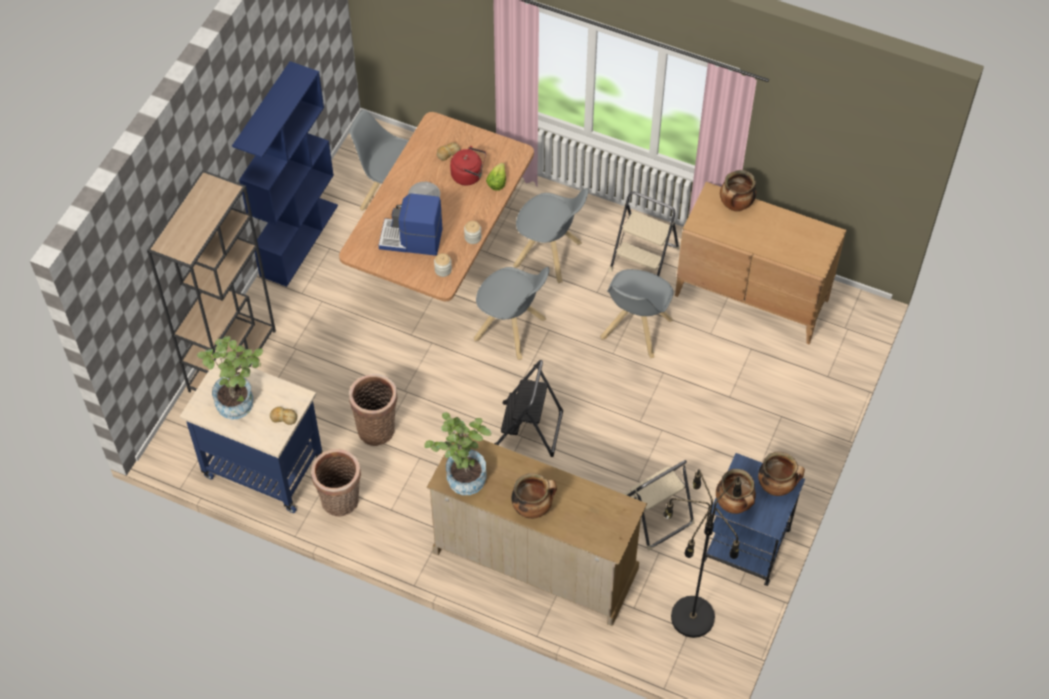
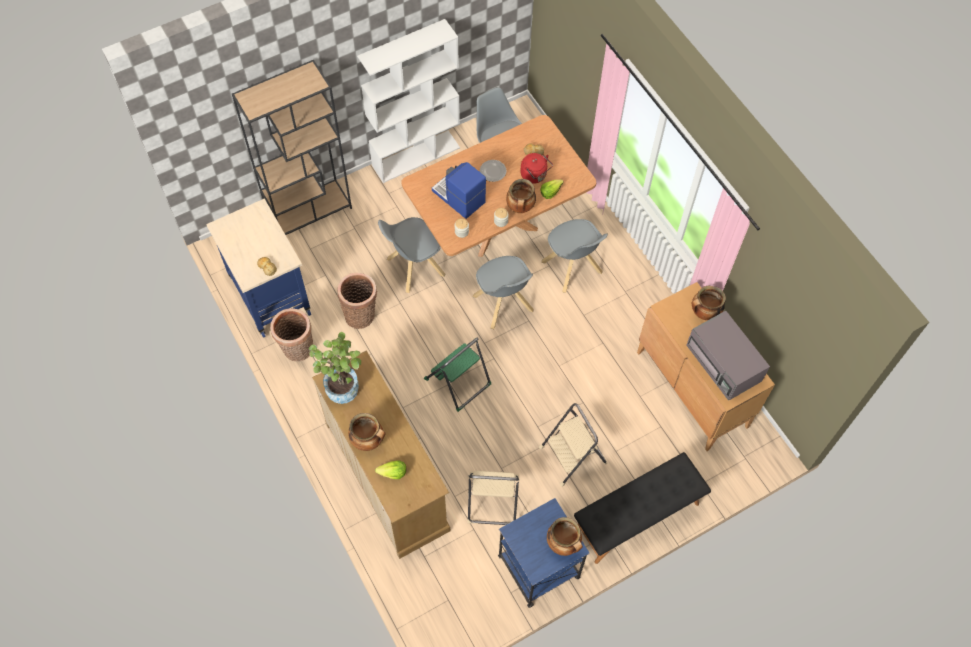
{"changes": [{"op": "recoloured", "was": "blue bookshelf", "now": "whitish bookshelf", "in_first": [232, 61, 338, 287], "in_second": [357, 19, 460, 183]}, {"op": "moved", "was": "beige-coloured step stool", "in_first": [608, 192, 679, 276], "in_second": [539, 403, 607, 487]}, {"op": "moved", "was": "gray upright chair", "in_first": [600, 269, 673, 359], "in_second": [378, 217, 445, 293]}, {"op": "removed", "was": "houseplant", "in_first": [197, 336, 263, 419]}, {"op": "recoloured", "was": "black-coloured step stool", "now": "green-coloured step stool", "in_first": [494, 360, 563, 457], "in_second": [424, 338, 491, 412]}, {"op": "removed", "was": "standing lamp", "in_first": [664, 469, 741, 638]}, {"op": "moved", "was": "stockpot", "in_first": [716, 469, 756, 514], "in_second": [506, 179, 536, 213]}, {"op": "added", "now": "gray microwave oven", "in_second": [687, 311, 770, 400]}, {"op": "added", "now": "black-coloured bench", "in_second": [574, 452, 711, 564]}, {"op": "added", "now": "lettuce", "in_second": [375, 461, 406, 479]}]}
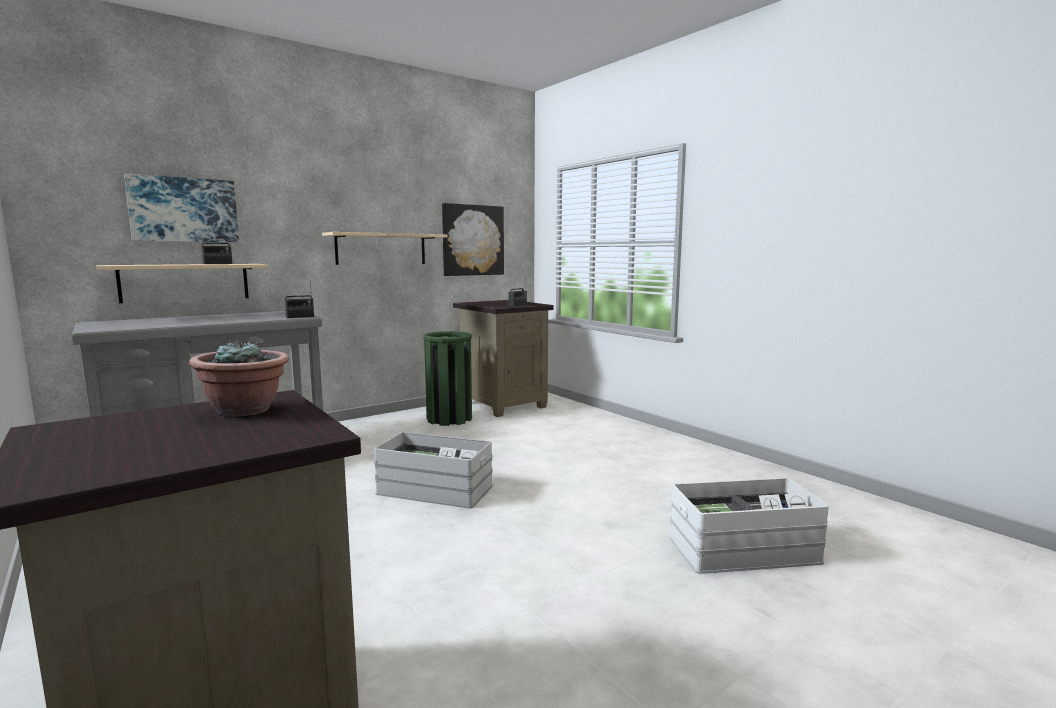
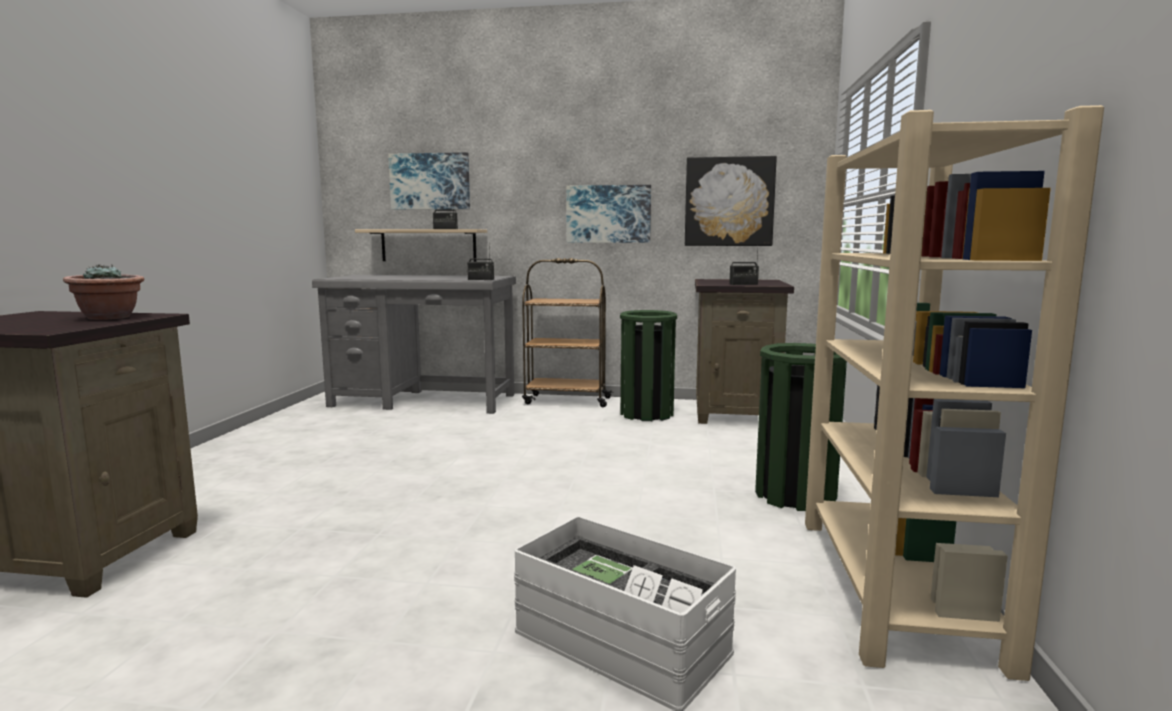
{"changes": [{"op": "replaced", "was": "beige-coloured wall shelf", "now": "wall picture", "in_first": [322, 232, 448, 265], "in_second": [566, 185, 651, 243]}, {"op": "removed", "was": "gray storage bin", "in_first": [374, 432, 493, 508]}, {"op": "added", "now": "beige-coloured bookshelf", "in_second": [805, 105, 1104, 681]}, {"op": "added", "now": "brownish cart", "in_second": [522, 258, 614, 407]}, {"op": "added", "now": "green-coloured trash can", "in_second": [755, 343, 847, 511]}]}
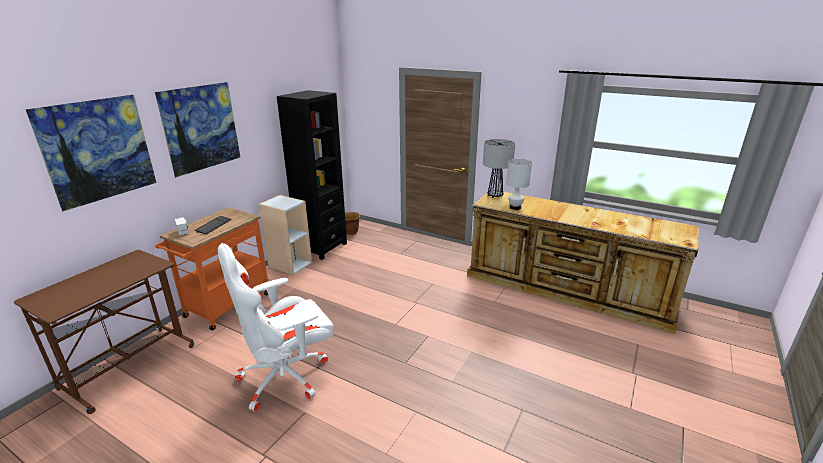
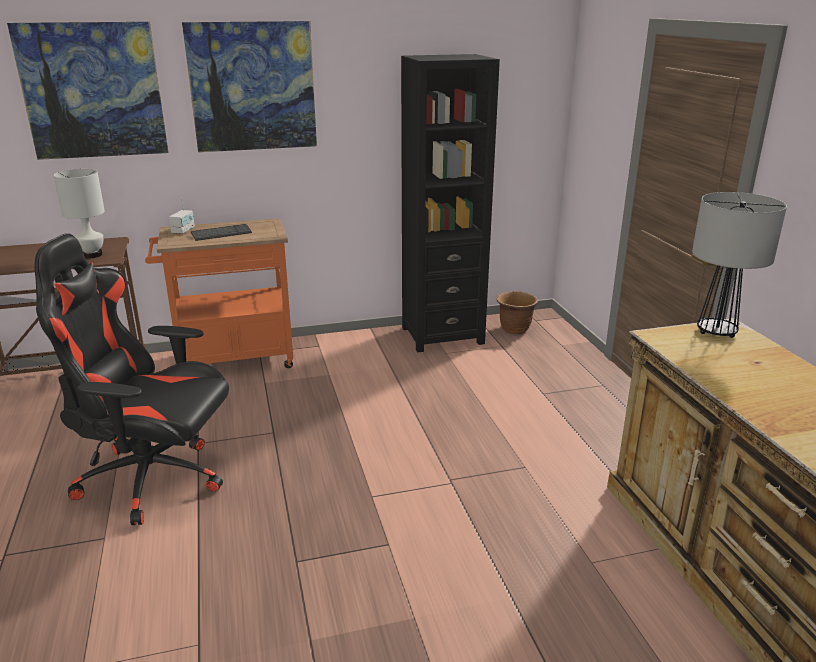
{"changes": [{"op": "moved", "was": "whitish table lamp", "in_first": [506, 159, 532, 210], "in_second": [53, 169, 105, 259]}, {"op": "removed", "was": "bookshelf", "in_first": [259, 195, 312, 275]}, {"op": "recoloured", "was": "whitish computer chair", "now": "black-coloured computer chair", "in_first": [218, 243, 334, 411], "in_second": [34, 233, 229, 525]}]}
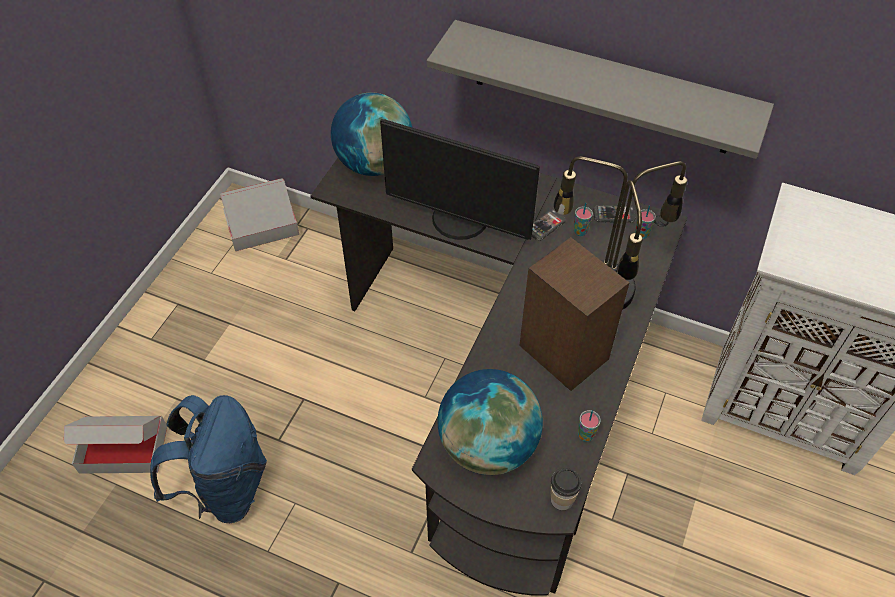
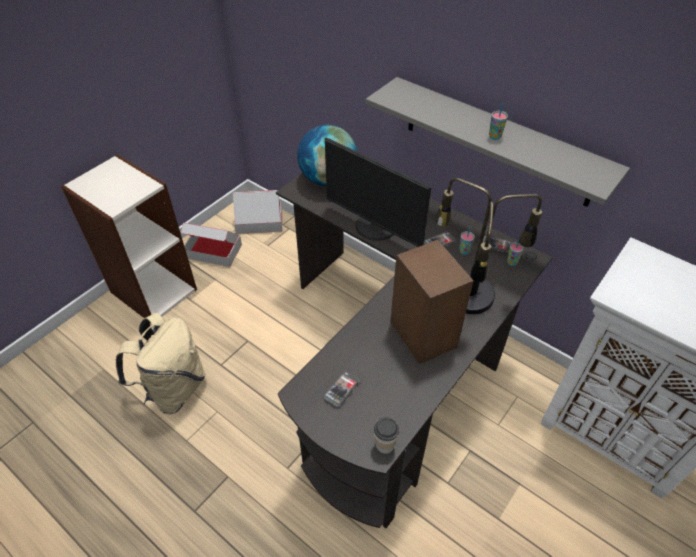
{"changes": [{"op": "replaced", "was": "globe", "now": "telephone", "in_first": [438, 369, 543, 475], "in_second": [323, 372, 359, 408]}, {"op": "recoloured", "was": "blue rucksack", "now": "beige-coloured rucksack", "in_first": [150, 395, 267, 523], "in_second": [116, 313, 206, 414]}, {"op": "moved", "was": "drinking cup", "in_first": [578, 410, 601, 442], "in_second": [489, 103, 508, 140]}, {"op": "moved", "was": "carton", "in_first": [64, 416, 167, 474], "in_second": [181, 223, 242, 267]}, {"op": "added", "now": "bookshelf", "in_second": [61, 155, 197, 318]}]}
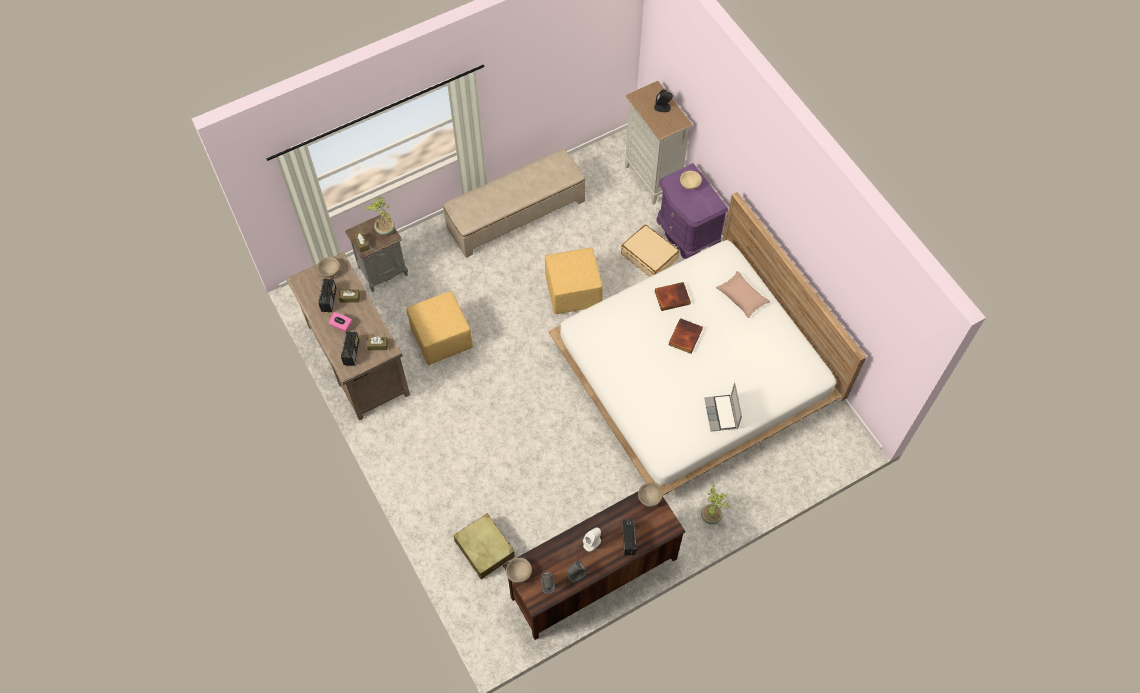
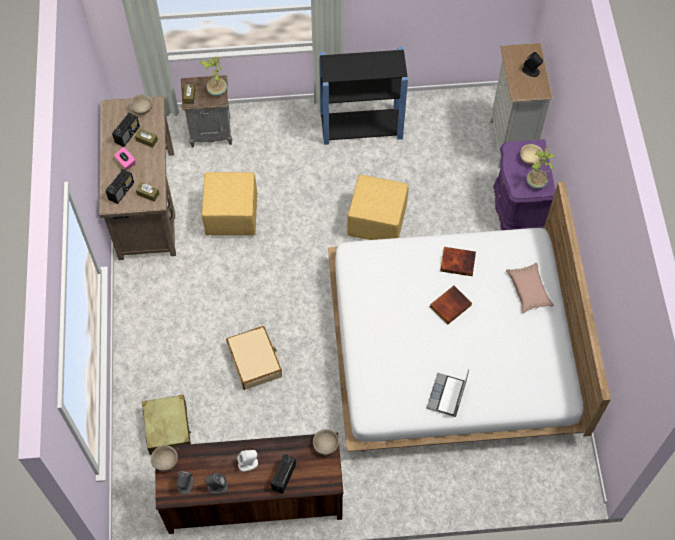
{"changes": [{"op": "replaced", "was": "beige-coloured bench", "now": "black-coloured bookshelf", "in_first": [443, 149, 586, 257], "in_second": [319, 47, 408, 145]}, {"op": "moved", "was": "beige-coloured travel case", "in_first": [621, 225, 680, 277], "in_second": [226, 326, 282, 390]}, {"op": "moved", "was": "houseplant", "in_first": [701, 485, 730, 525], "in_second": [526, 146, 555, 189]}]}
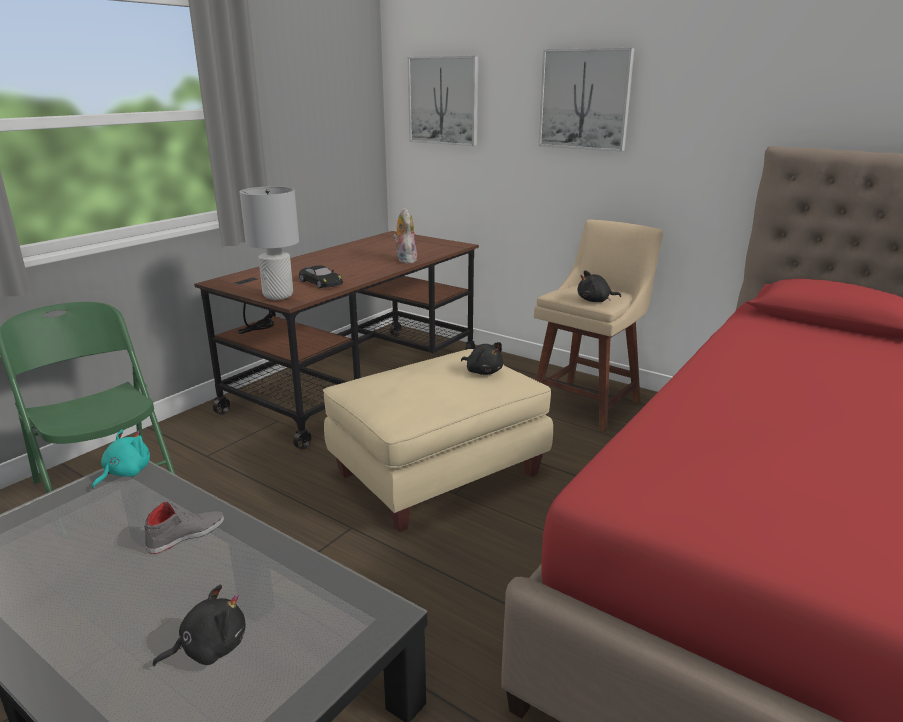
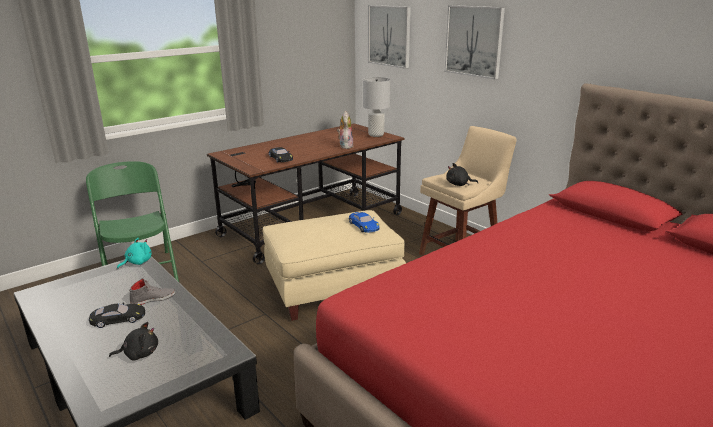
{"changes": [{"op": "moved", "was": "gray table lamp", "in_first": [239, 186, 299, 300], "in_second": [363, 77, 391, 137]}, {"op": "replaced", "was": "black-coloured soft toy", "now": "blue miniature car", "in_first": [461, 342, 503, 375], "in_second": [349, 212, 379, 233]}, {"op": "added", "now": "black-coloured miniature car", "in_second": [89, 303, 145, 328]}]}
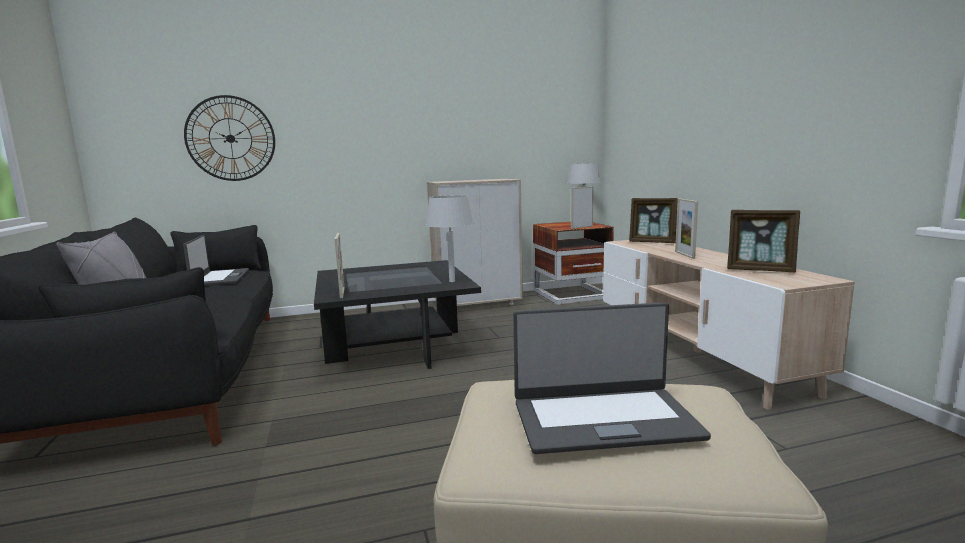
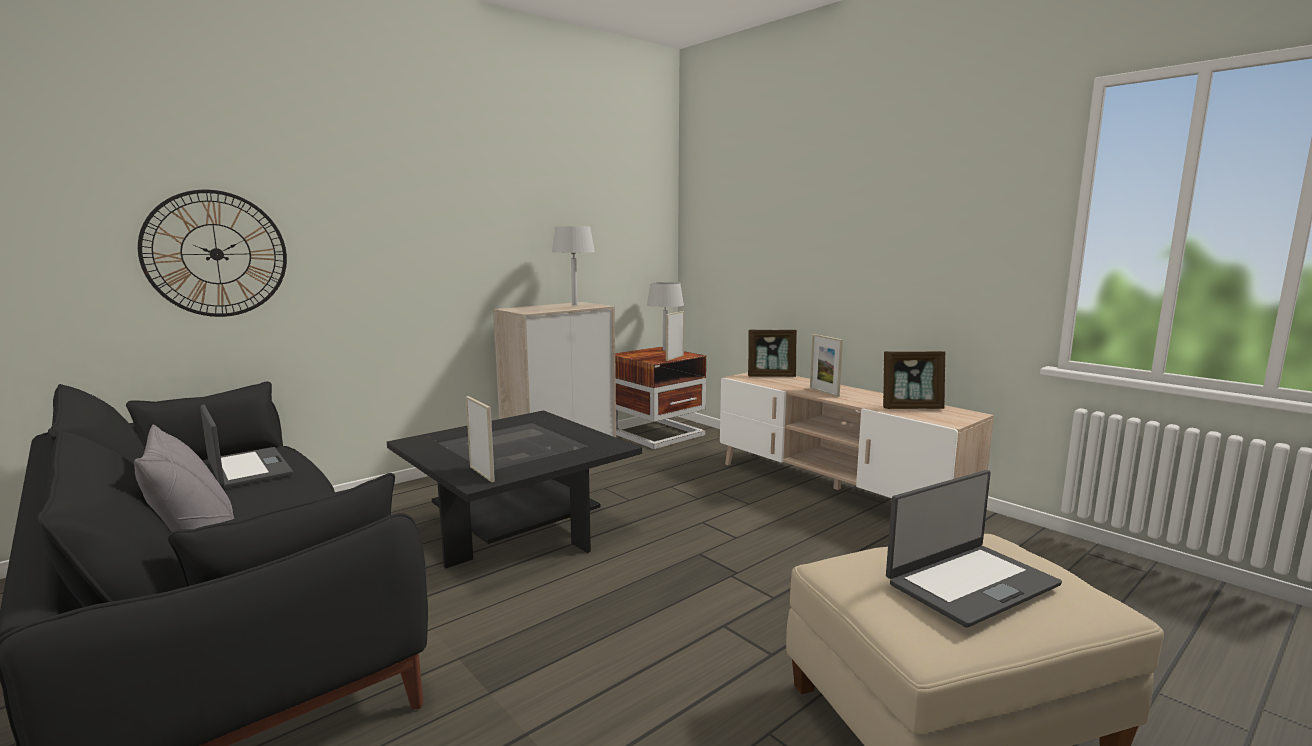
{"changes": [{"op": "moved", "was": "gray table lamp", "in_first": [426, 195, 473, 282], "in_second": [552, 226, 595, 305]}]}
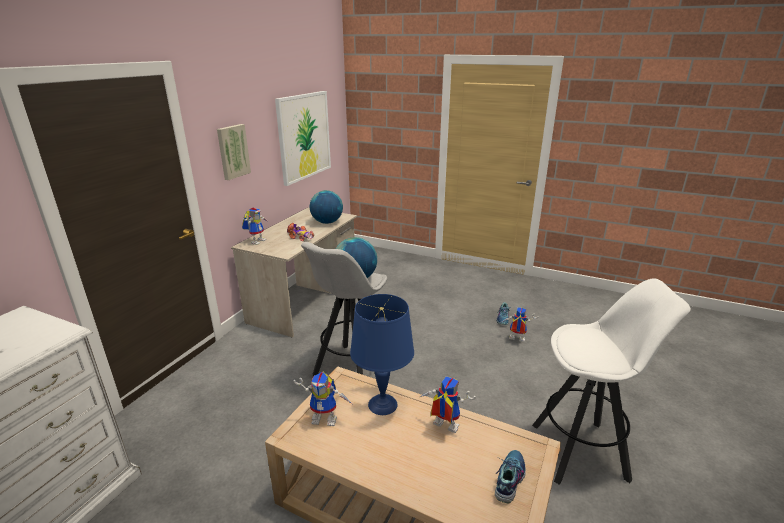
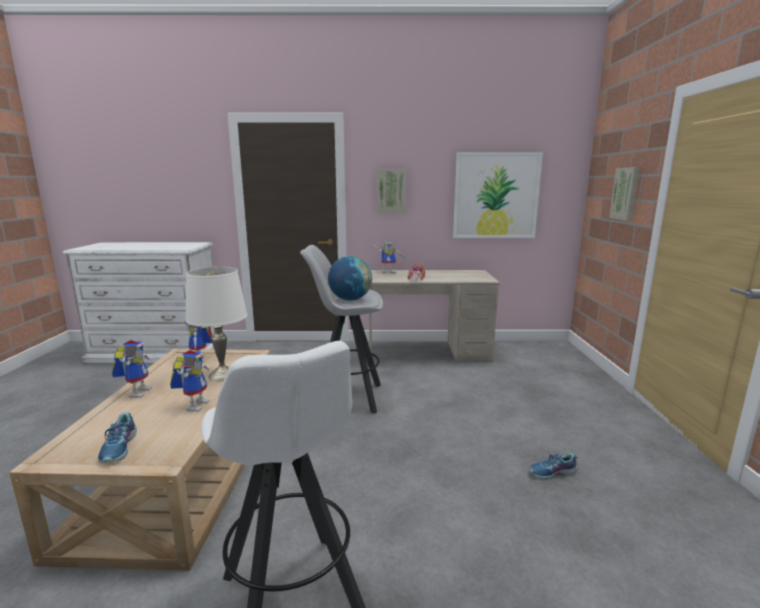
{"changes": [{"op": "removed", "was": "globe", "in_first": [310, 190, 343, 224]}, {"op": "recoloured", "was": "blue table lamp", "now": "whitish table lamp", "in_first": [350, 294, 414, 415], "in_second": [185, 267, 247, 381]}, {"op": "moved", "was": "robot figure", "in_first": [500, 307, 539, 342], "in_second": [112, 340, 152, 398]}, {"op": "turned", "was": "shoe", "in_first": [495, 450, 526, 503], "in_second": [98, 412, 137, 462], "clockwise": 75}, {"op": "added", "now": "wall picture", "in_second": [609, 167, 640, 220]}]}
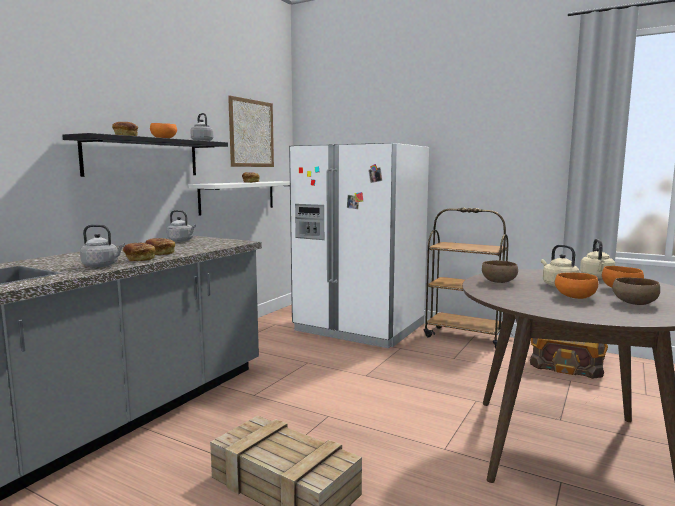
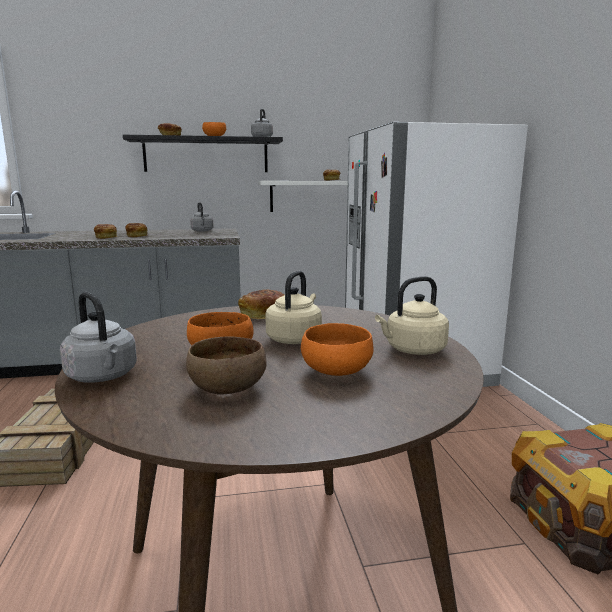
{"changes": [{"op": "removed", "was": "wall picture", "in_first": [228, 96, 274, 167]}, {"op": "removed", "was": "brownish cart", "in_first": [424, 207, 513, 348]}, {"op": "moved", "was": "gray water kettle", "in_first": [80, 224, 125, 267], "in_second": [60, 292, 137, 383]}, {"op": "replaced", "was": "brownish deep dish", "now": "baked bread", "in_first": [482, 260, 518, 283], "in_second": [238, 289, 284, 319]}]}
